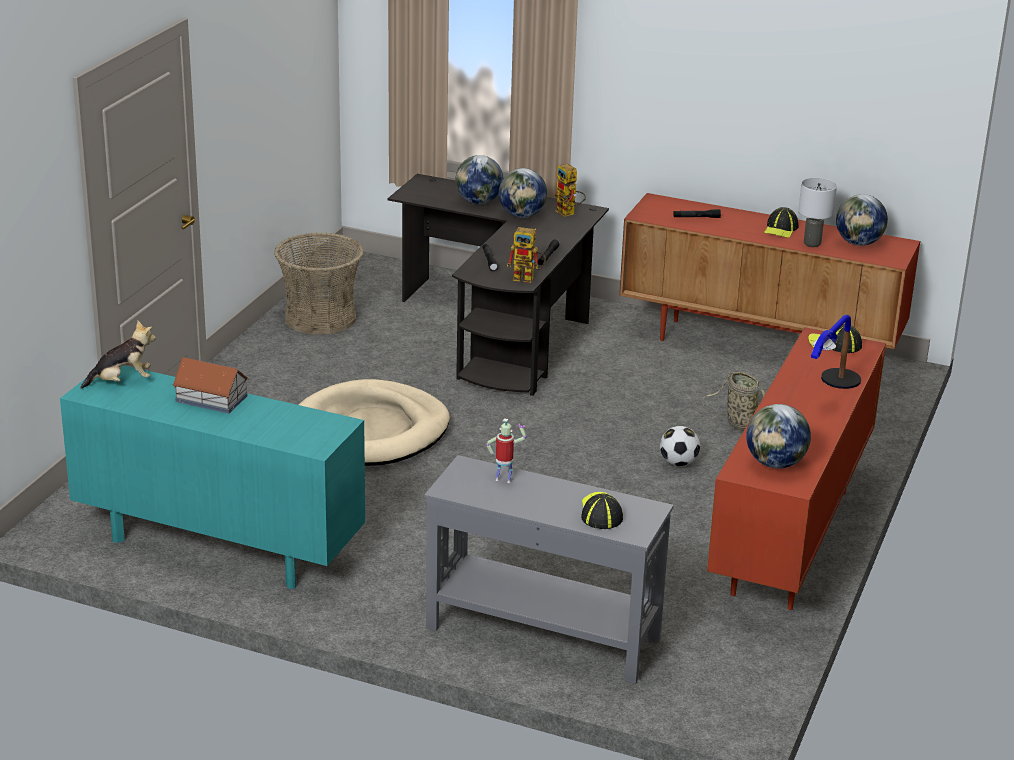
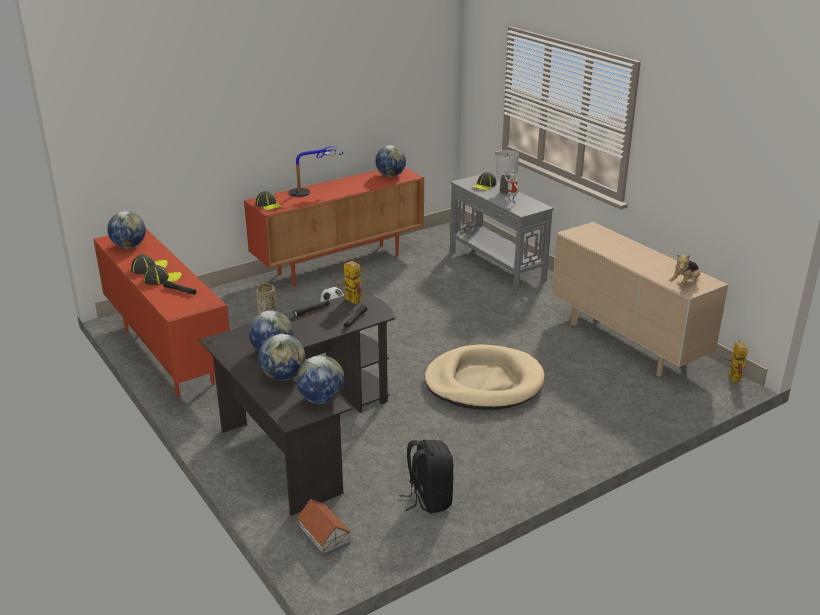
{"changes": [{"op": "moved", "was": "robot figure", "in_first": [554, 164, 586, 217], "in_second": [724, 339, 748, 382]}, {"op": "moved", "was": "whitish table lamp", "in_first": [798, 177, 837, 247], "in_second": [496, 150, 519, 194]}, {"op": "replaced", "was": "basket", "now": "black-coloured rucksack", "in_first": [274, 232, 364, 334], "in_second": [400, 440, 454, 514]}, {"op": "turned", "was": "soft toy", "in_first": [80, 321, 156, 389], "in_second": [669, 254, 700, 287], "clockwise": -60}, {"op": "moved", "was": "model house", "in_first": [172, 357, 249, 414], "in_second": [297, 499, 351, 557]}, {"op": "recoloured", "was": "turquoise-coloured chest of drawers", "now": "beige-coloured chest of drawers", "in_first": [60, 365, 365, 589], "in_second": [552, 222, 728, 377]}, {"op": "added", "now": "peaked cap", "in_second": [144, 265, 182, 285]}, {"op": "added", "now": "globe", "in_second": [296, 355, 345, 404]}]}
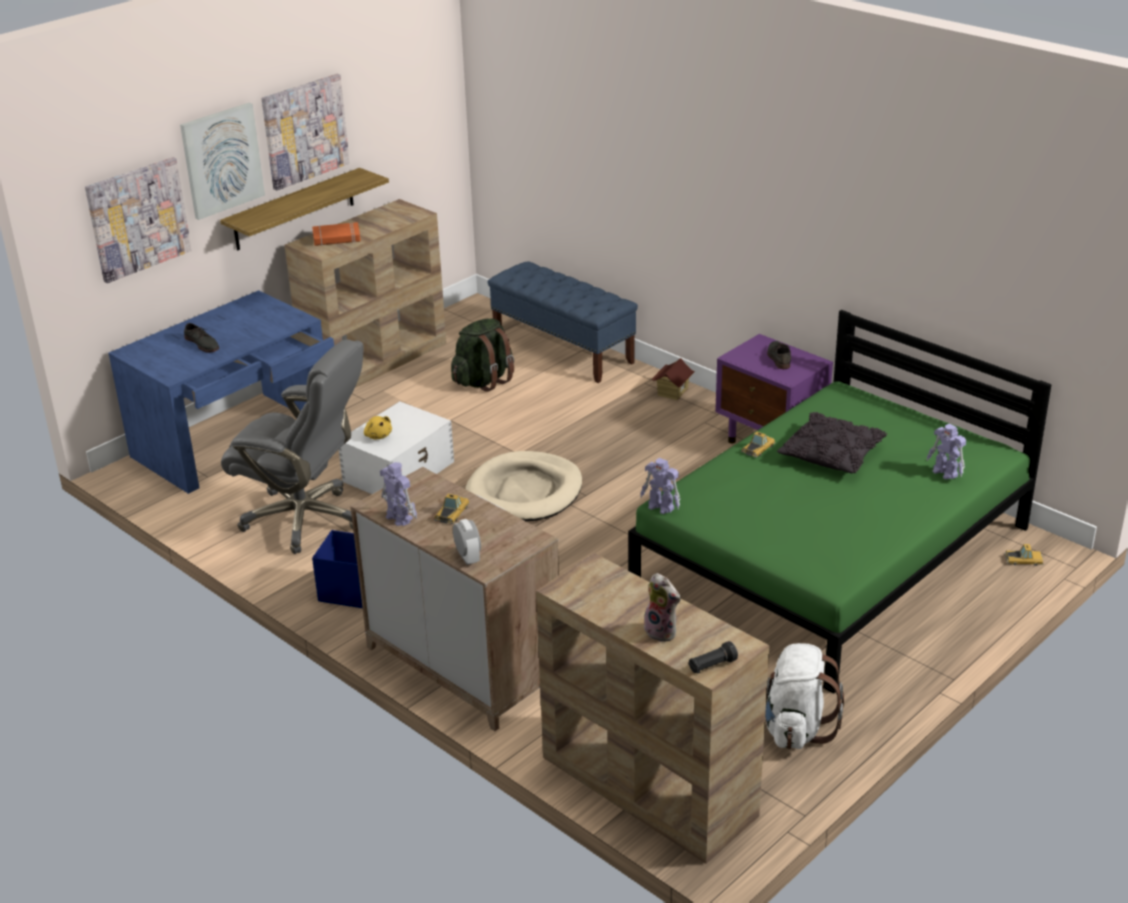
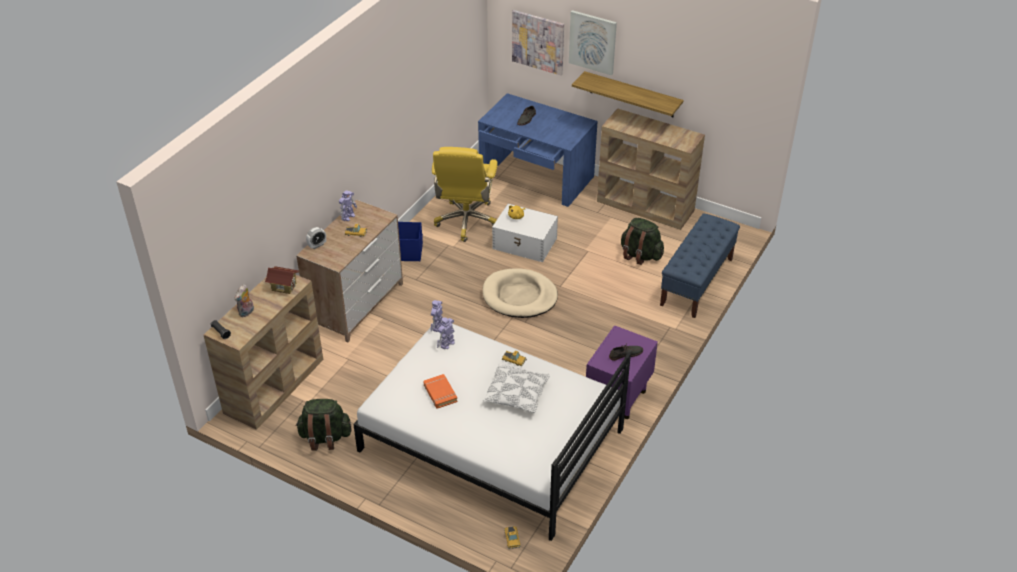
{"changes": [{"op": "removed", "was": "wall picture", "in_first": [261, 74, 350, 190]}, {"op": "moved", "was": "orange bound book", "in_first": [312, 222, 361, 246], "in_second": [424, 374, 458, 409]}, {"op": "recoloured", "was": "green-coloured bed", "now": "whitish bed", "in_first": [628, 310, 1052, 694], "in_second": [353, 324, 631, 541]}, {"op": "recoloured", "was": "gray computer chair", "now": "yellow-coloured computer chair", "in_first": [221, 340, 364, 554], "in_second": [432, 147, 498, 242]}, {"op": "moved", "was": "model house", "in_first": [651, 358, 695, 400], "in_second": [265, 266, 299, 294]}, {"op": "recoloured", "was": "black-coloured cushion", "now": "whitish cushion", "in_first": [777, 412, 887, 473], "in_second": [483, 363, 550, 413]}, {"op": "moved", "was": "robot figure", "in_first": [927, 424, 966, 479], "in_second": [437, 317, 455, 349]}, {"op": "recoloured", "was": "whitish rucksack", "now": "green-coloured rucksack", "in_first": [765, 643, 844, 749], "in_second": [296, 399, 352, 451]}]}
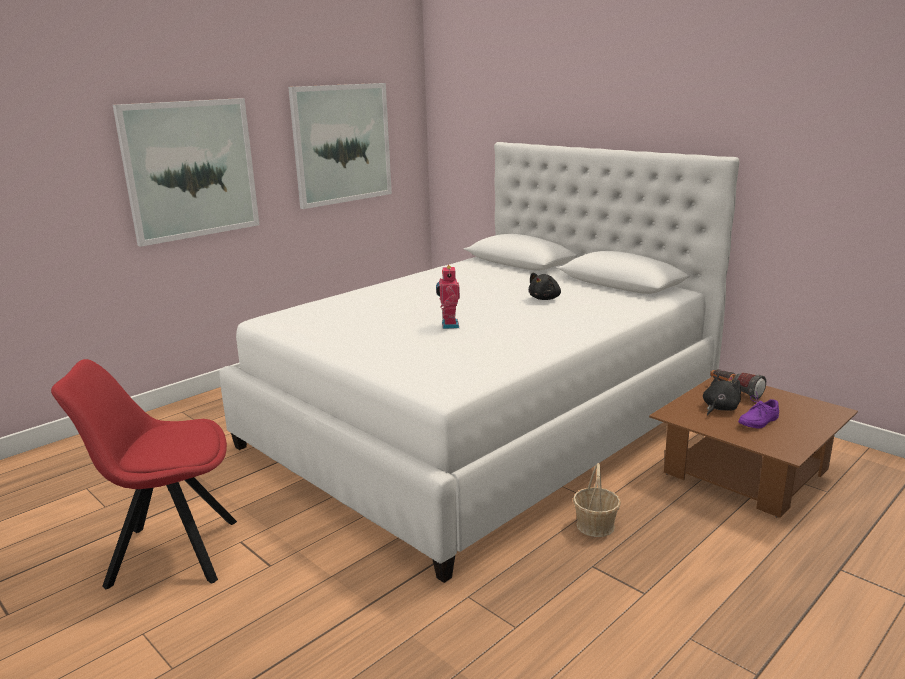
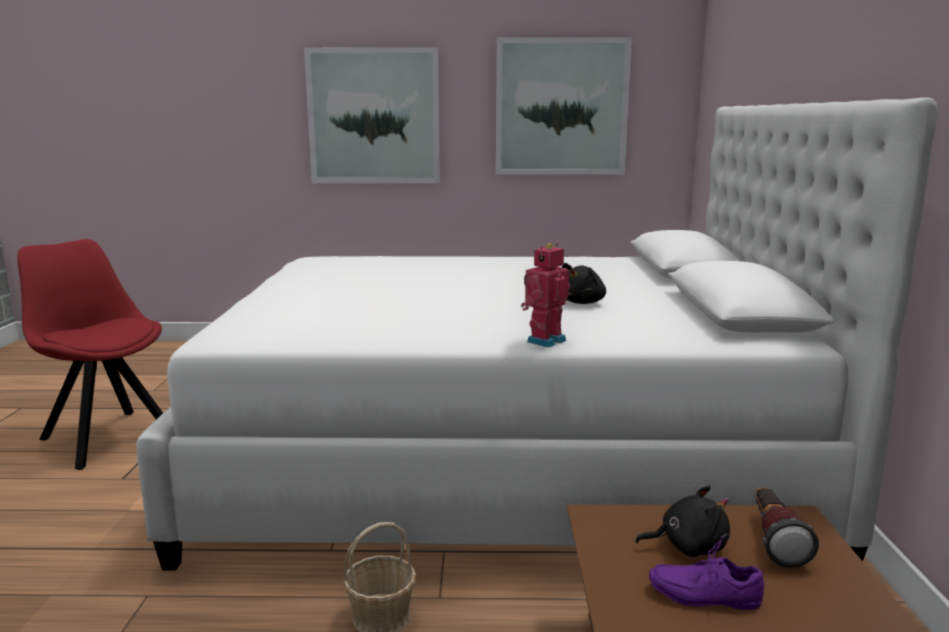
{"changes": [{"op": "moved", "was": "robot figure", "in_first": [436, 264, 460, 329], "in_second": [521, 243, 570, 348]}, {"op": "turned", "was": "black-coloured soft toy", "in_first": [529, 273, 561, 300], "in_second": [562, 263, 606, 304], "clockwise": -45}]}
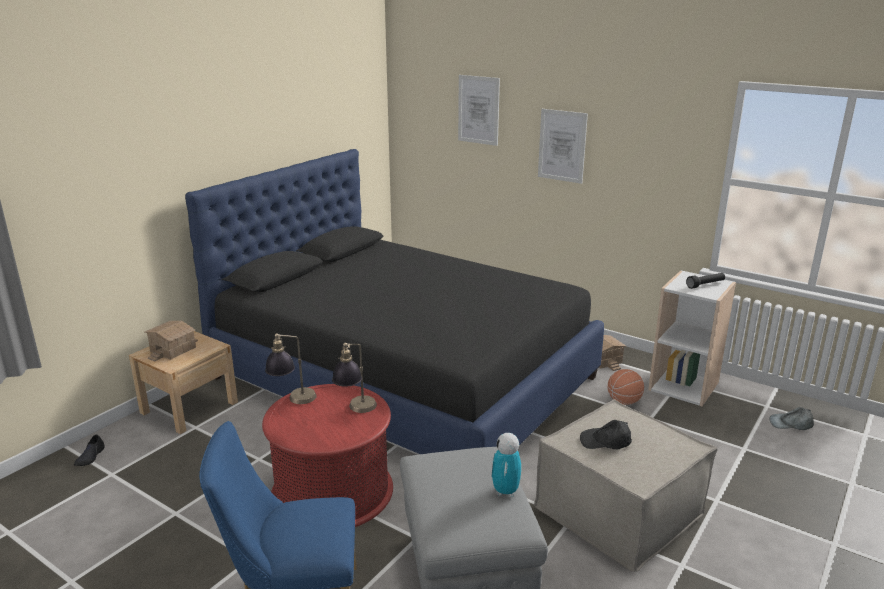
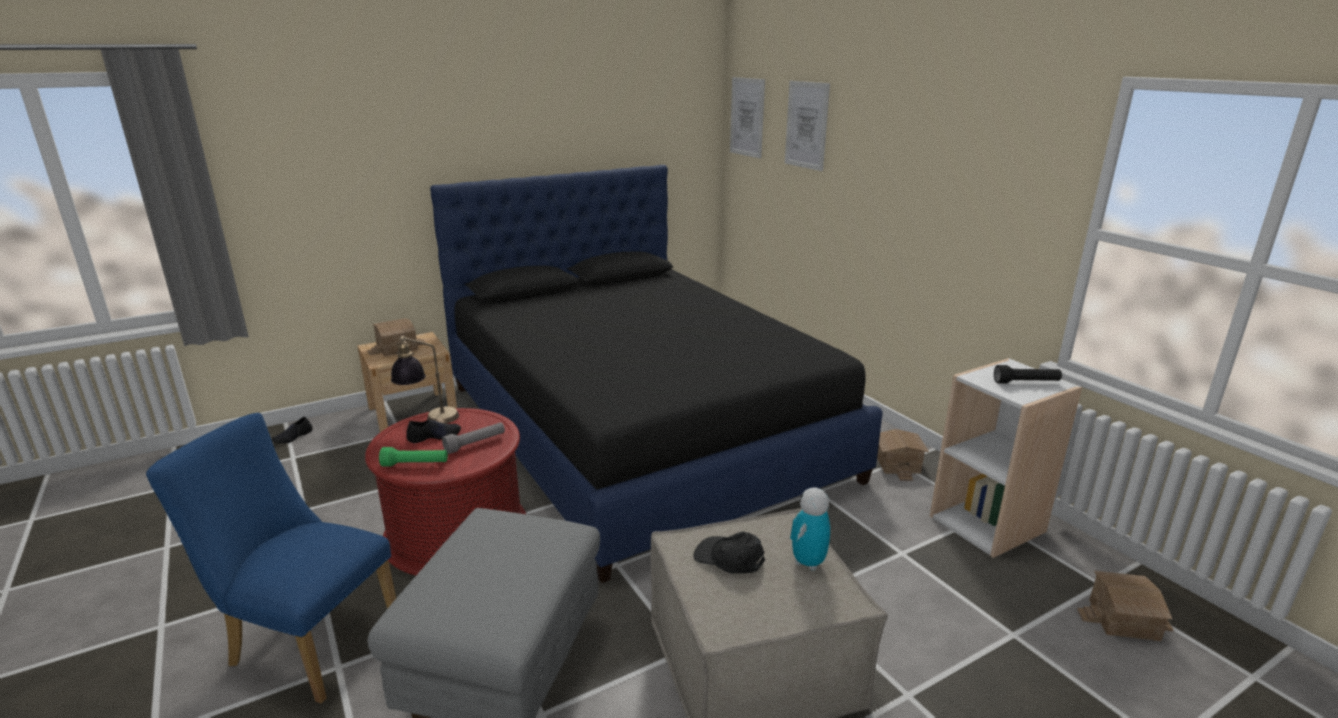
{"changes": [{"op": "moved", "was": "wall picture", "in_first": [538, 109, 588, 184], "in_second": [730, 77, 765, 158]}, {"op": "replaced", "was": "table lamp", "now": "gray hand torch", "in_first": [332, 342, 377, 413], "in_second": [442, 422, 505, 454]}, {"op": "removed", "was": "ball for basketball", "in_first": [608, 369, 644, 405]}, {"op": "replaced", "was": "gray peaked cap", "now": "model house", "in_first": [769, 407, 814, 430], "in_second": [1077, 571, 1174, 641]}, {"op": "moved", "was": "robot figure", "in_first": [491, 433, 521, 497], "in_second": [790, 487, 830, 571]}, {"op": "added", "now": "black-coloured shoe", "in_second": [407, 420, 461, 443]}, {"op": "added", "now": "green-coloured hand torch", "in_second": [379, 447, 448, 467]}]}
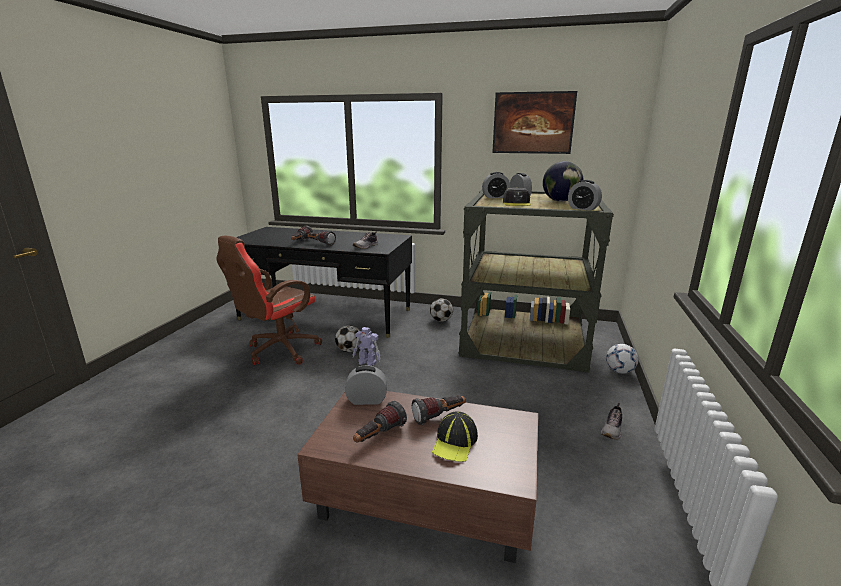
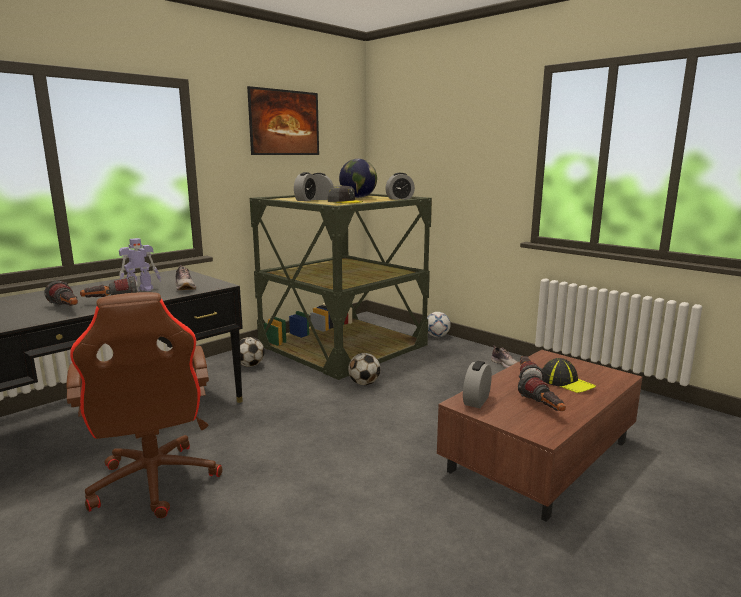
{"changes": [{"op": "moved", "was": "ball for football", "in_first": [335, 325, 362, 352], "in_second": [348, 353, 380, 385]}, {"op": "moved", "was": "robot figure", "in_first": [353, 327, 380, 366], "in_second": [119, 238, 161, 291]}]}
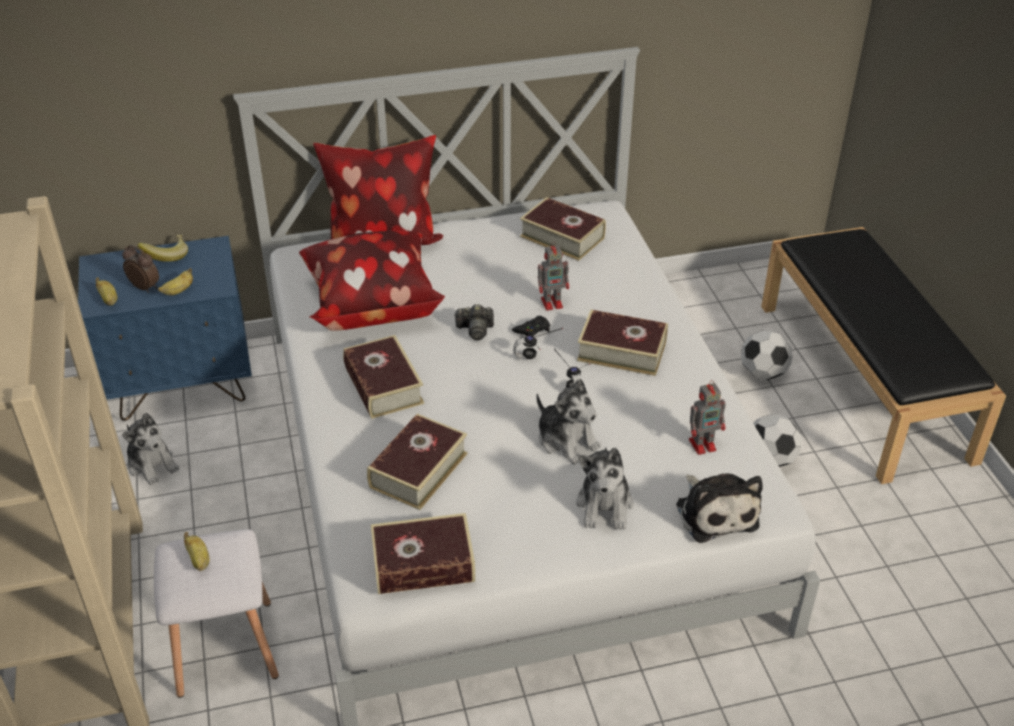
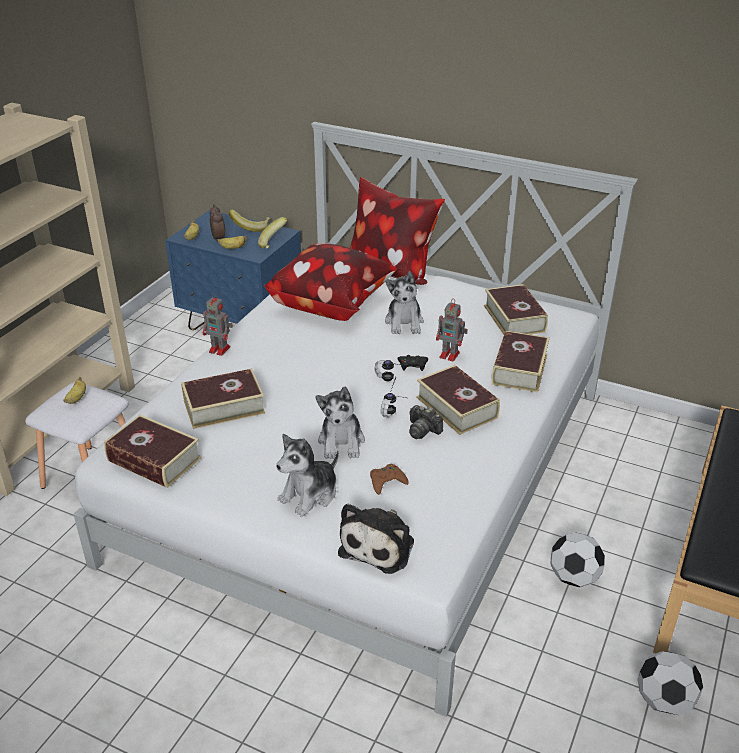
{"changes": [{"op": "moved", "was": "still camera", "in_first": [454, 304, 494, 340], "in_second": [409, 405, 443, 439]}, {"op": "moved", "was": "ball for football", "in_first": [741, 330, 793, 380], "in_second": [638, 651, 703, 715]}, {"op": "moved", "was": "bound book", "in_first": [343, 335, 424, 419], "in_second": [491, 331, 550, 393]}, {"op": "moved", "was": "robot figure", "in_first": [689, 380, 726, 455], "in_second": [203, 293, 233, 356]}, {"op": "moved", "was": "soft toy", "in_first": [122, 413, 179, 485], "in_second": [385, 271, 424, 334]}, {"op": "added", "now": "whole banana", "in_second": [258, 217, 288, 248]}, {"op": "added", "now": "brownish gamepad", "in_second": [370, 464, 409, 495]}]}
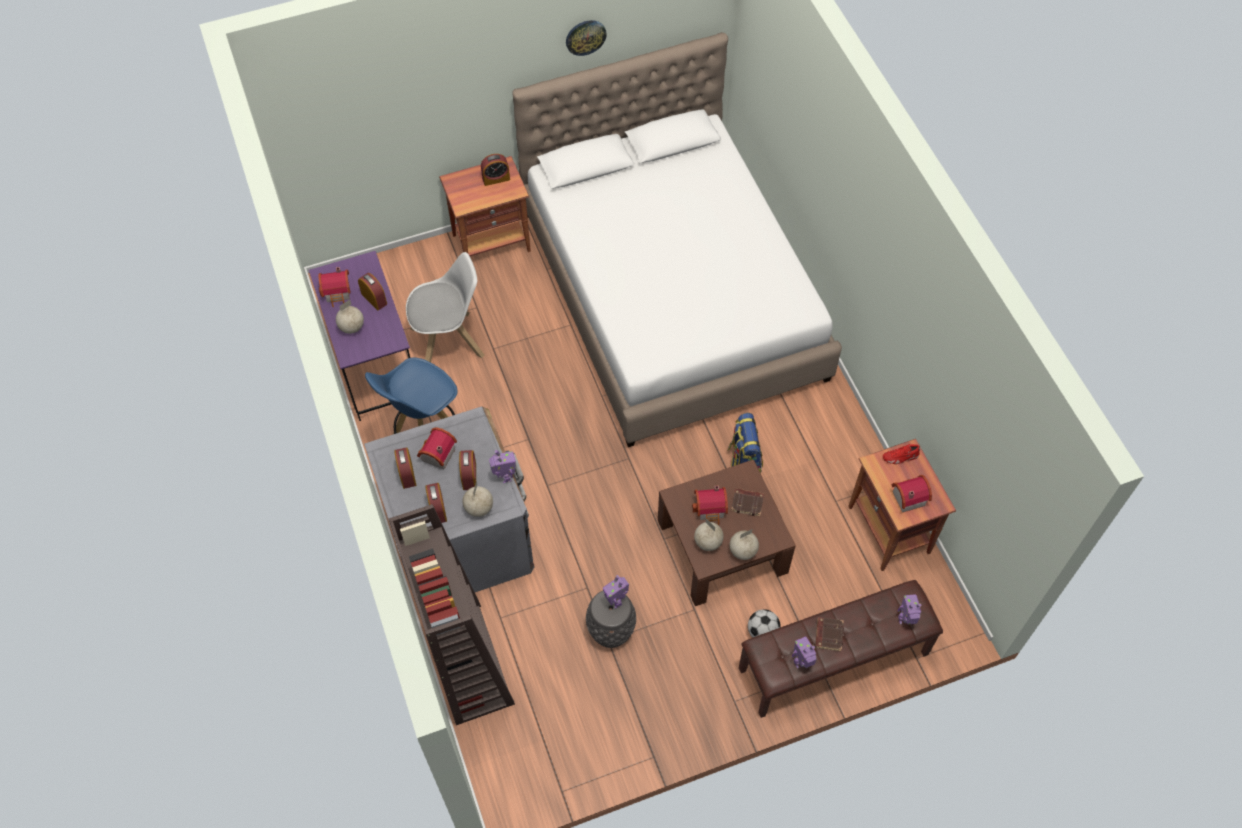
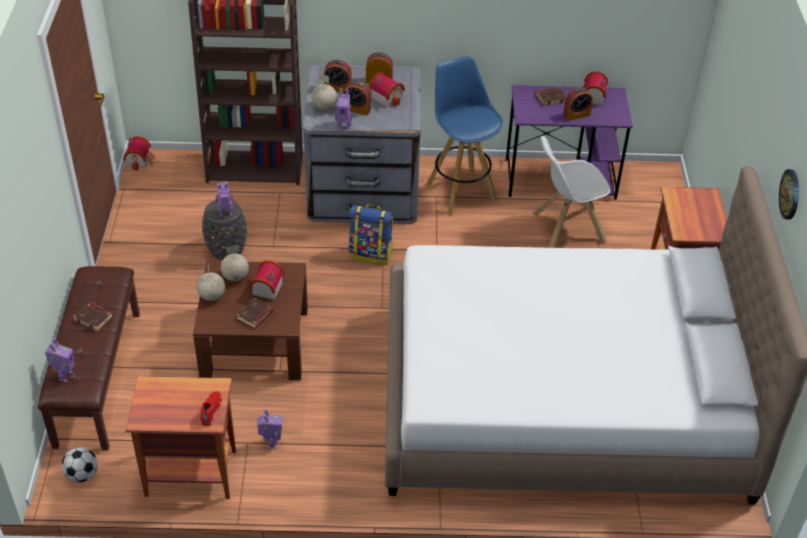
{"changes": [{"op": "removed", "was": "bedside clock", "in_first": [481, 154, 510, 186]}, {"op": "turned", "was": "upright chair", "in_first": [406, 252, 484, 362], "in_second": [533, 136, 610, 248], "clockwise": 75}, {"op": "replaced", "was": "globe", "now": "brownish bound book", "in_first": [336, 300, 364, 334], "in_second": [535, 87, 566, 106]}, {"op": "moved", "was": "rucksack", "in_first": [727, 413, 763, 474], "in_second": [349, 204, 393, 265]}, {"op": "moved", "was": "model house", "in_first": [891, 475, 932, 513], "in_second": [123, 136, 155, 171]}, {"op": "moved", "was": "ball for football", "in_first": [748, 609, 781, 638], "in_second": [62, 447, 97, 482]}, {"op": "moved", "was": "robot figure", "in_first": [792, 636, 817, 669], "in_second": [257, 409, 282, 449]}]}
